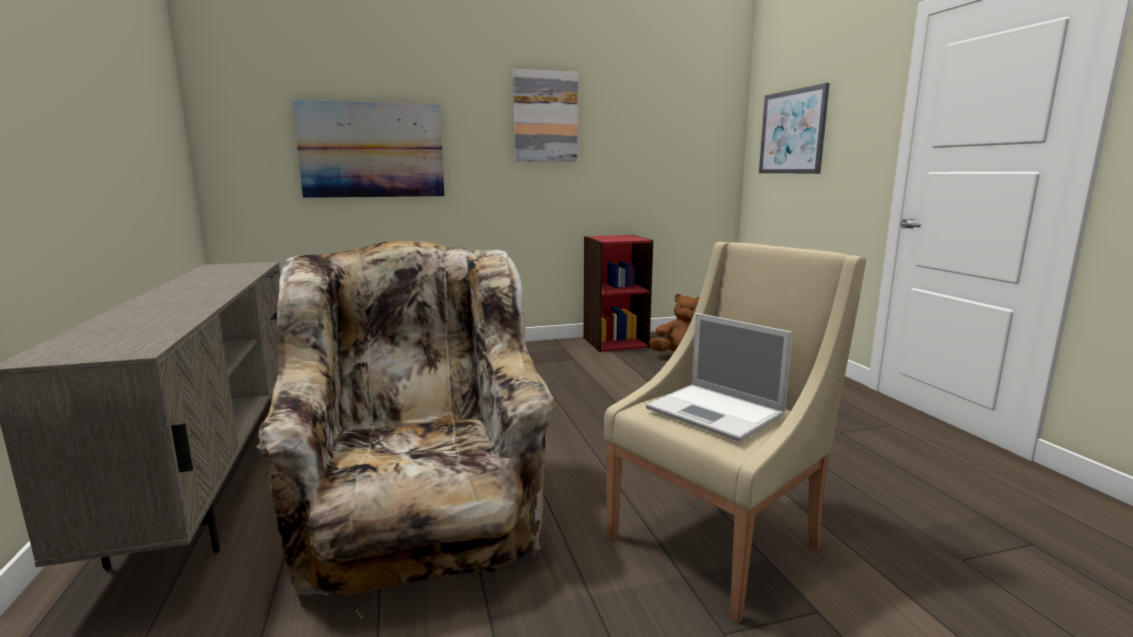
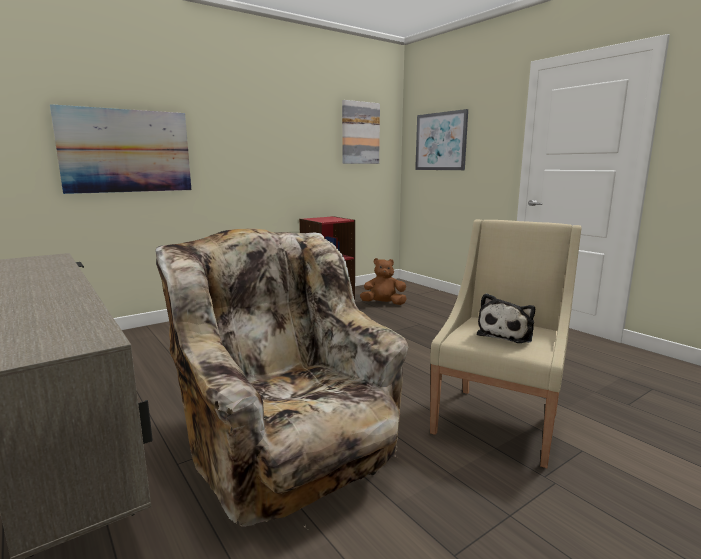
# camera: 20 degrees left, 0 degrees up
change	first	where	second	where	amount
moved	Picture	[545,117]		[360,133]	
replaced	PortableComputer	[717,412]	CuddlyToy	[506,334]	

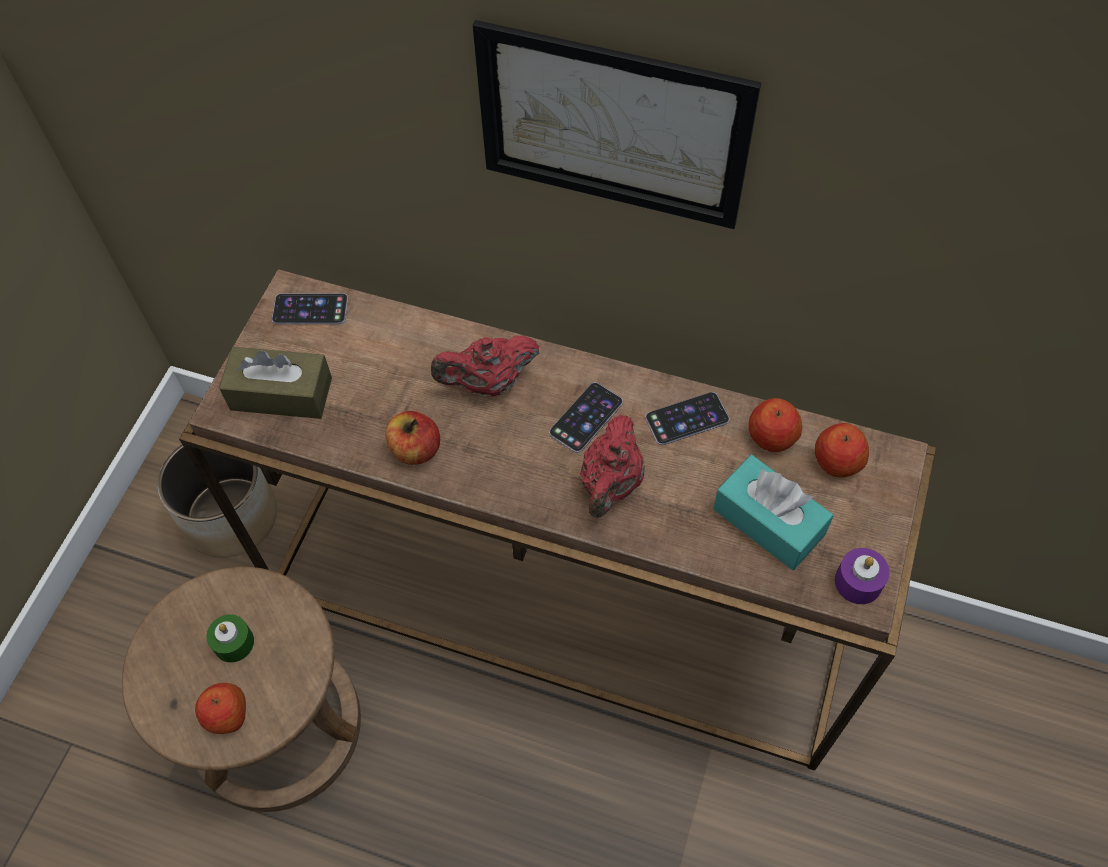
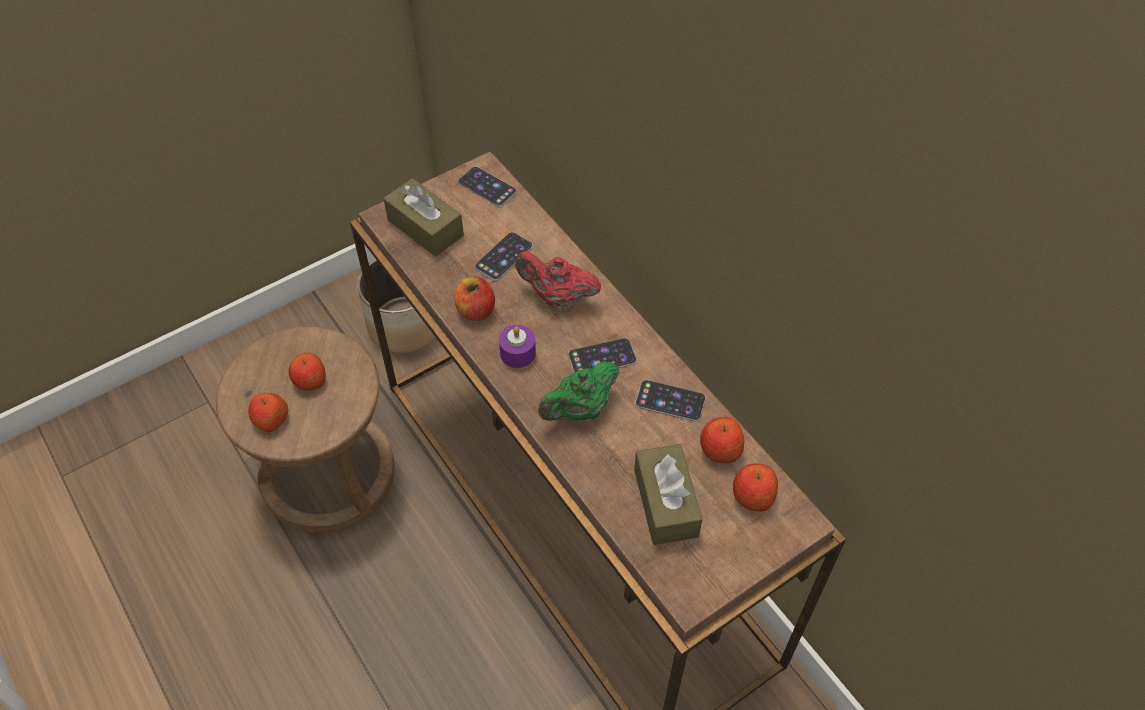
# camera: 35 degrees right, 5 degrees down
change	first	where	second	where	amount
replaced	GreenishWaxLight	[234,643]	Apple	[310,380]	
removed	Picture	[612,126]			
recoloured	RedColouredTeaPot	[611,484]	GreenishTeaPot	[580,410]	
recoloured	TurquoiseColouredTissueBox	[768,522]	BrownColouredTissueBox	[665,503]	
moved	PurplishWaxLight	[858,582]		[518,353]	
added			Phone	[504,256]	

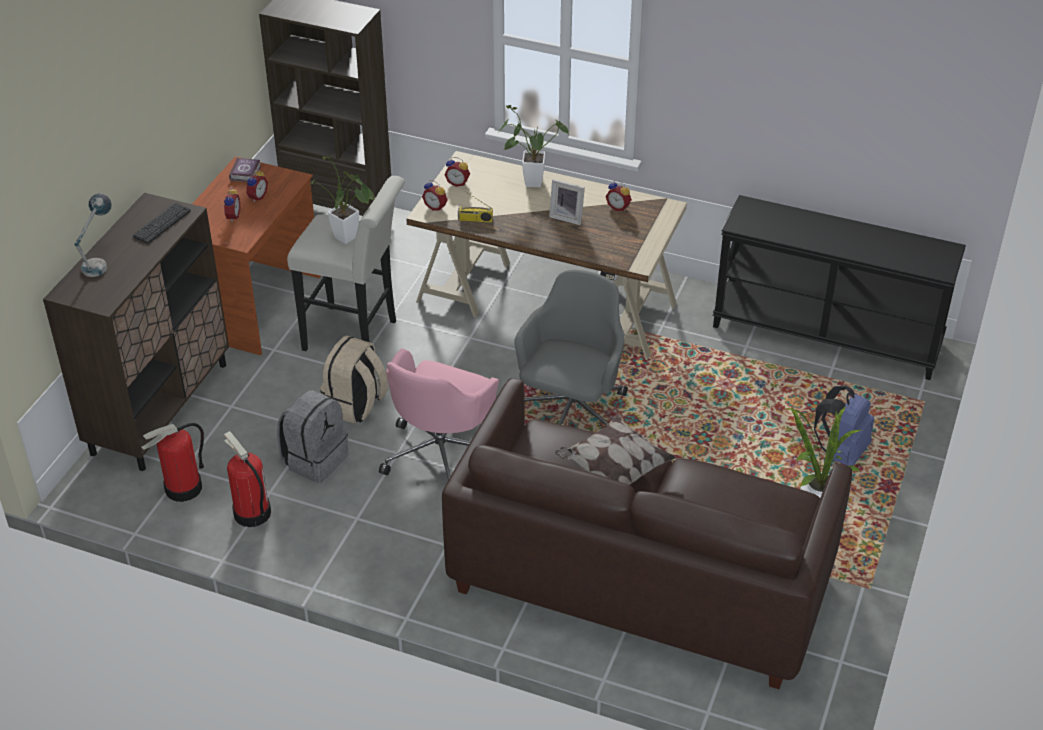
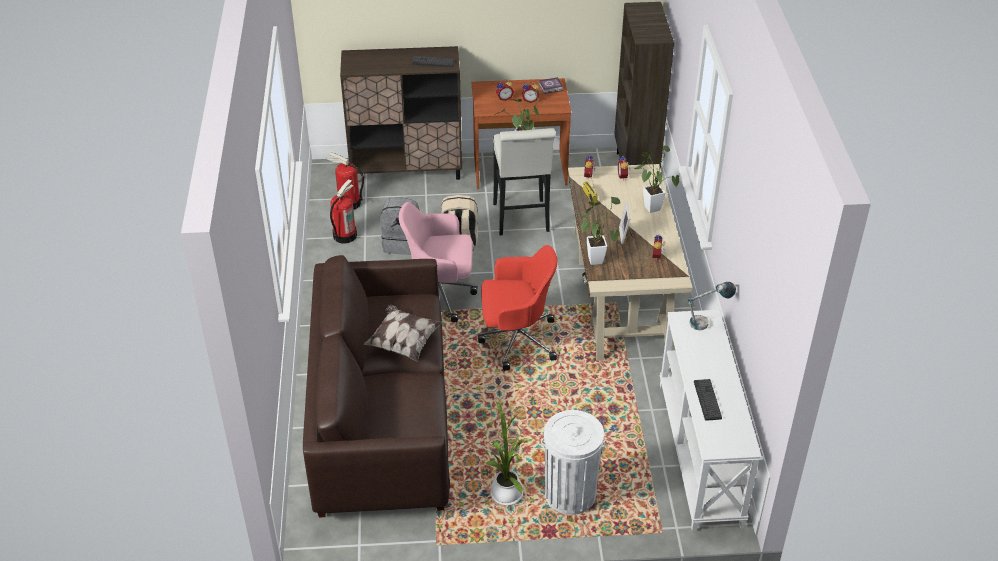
# camera: 65 degrees right, 0 degrees up
change	first	where	second	where	amount
moved	TableLamp	[100,262]		[707,323]	
recoloured	GreyDeskChair	[570,413]	RedColouredDeskChair	[516,339]	
recoloured	BlackColouredNarrowTable	[827,334]	WhitishNarrowTable	[701,453]	
replaced	BlueBackpack	[841,452]	WhitishTrashCan	[570,494]	
added			PottedPlant	[595,258]	
added			PcKeyboard	[707,400]	

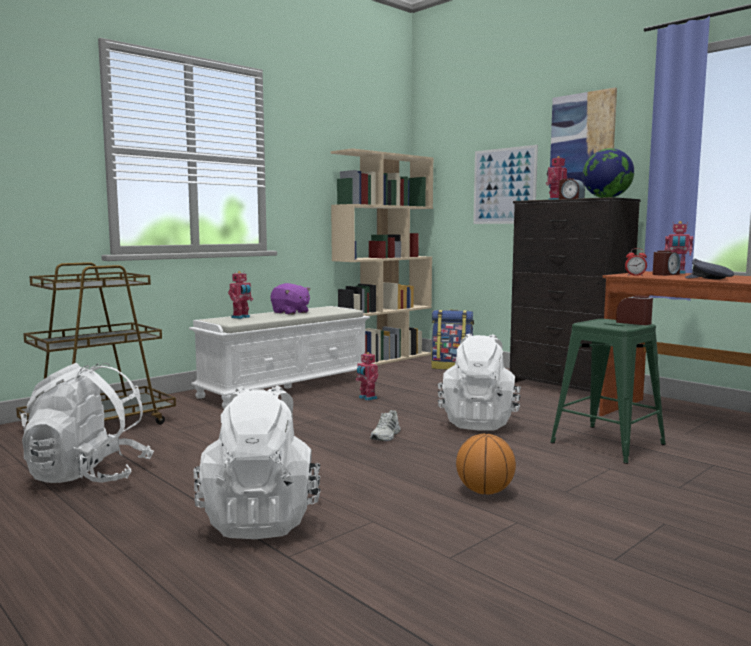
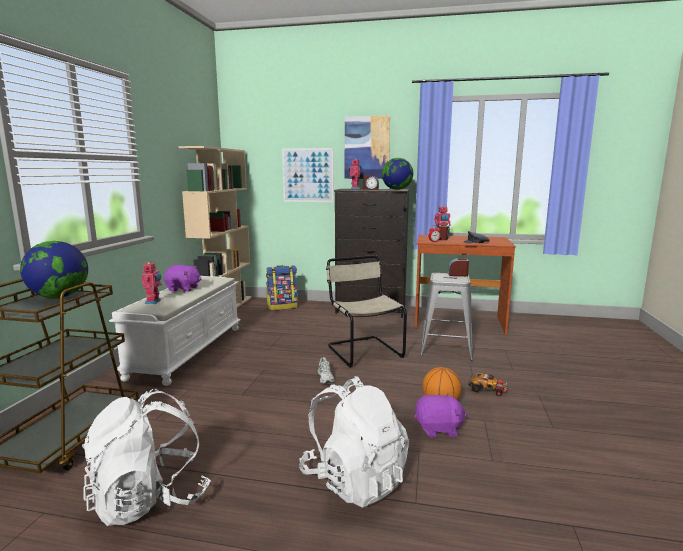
# camera: 35 degrees left, 5 degrees up
change	first	where	second	where	amount
removed	ToyRobot	[367,398]			
replaced	WhitishBackpack	[478,423]	BeigeColouredUprightChair	[363,351]	
recoloured	GreenishStoolSeat	[608,443]	GreyStoolSeat	[446,348]	
added			Globe	[59,297]	
added			PurplishCuddlyToy	[438,429]	
added			ModelCar	[487,389]	

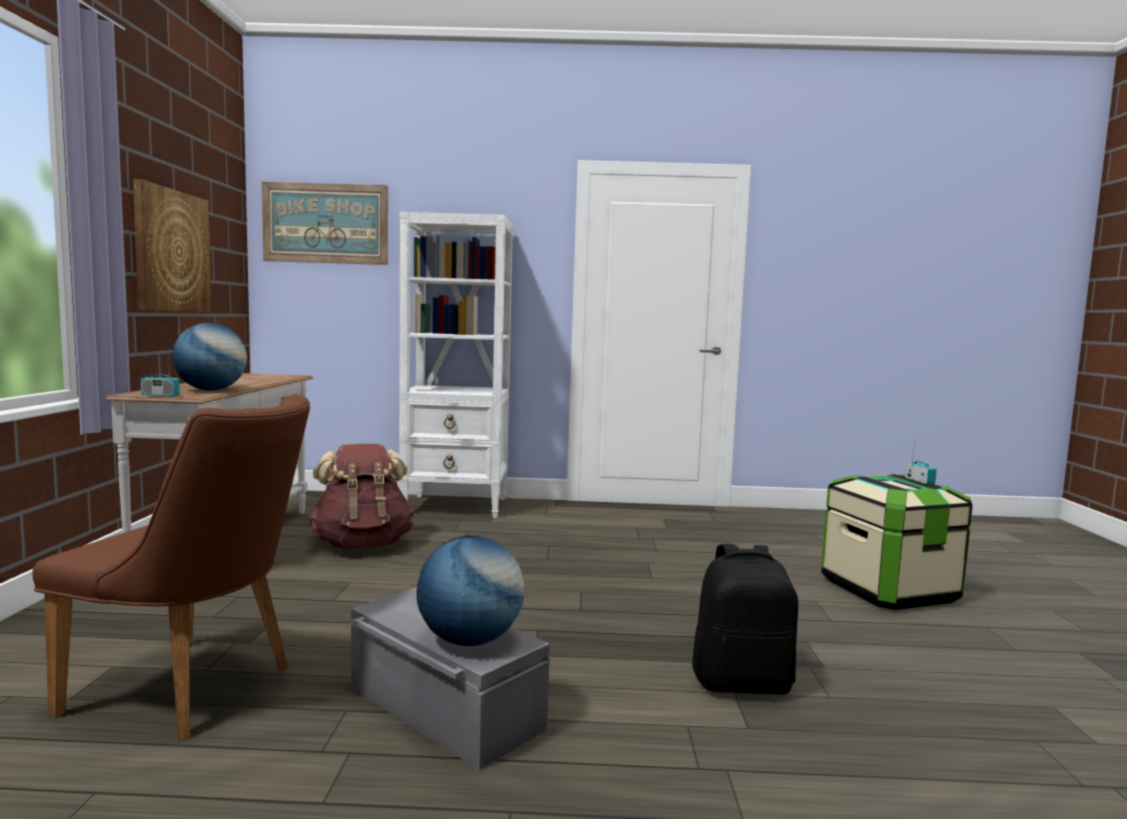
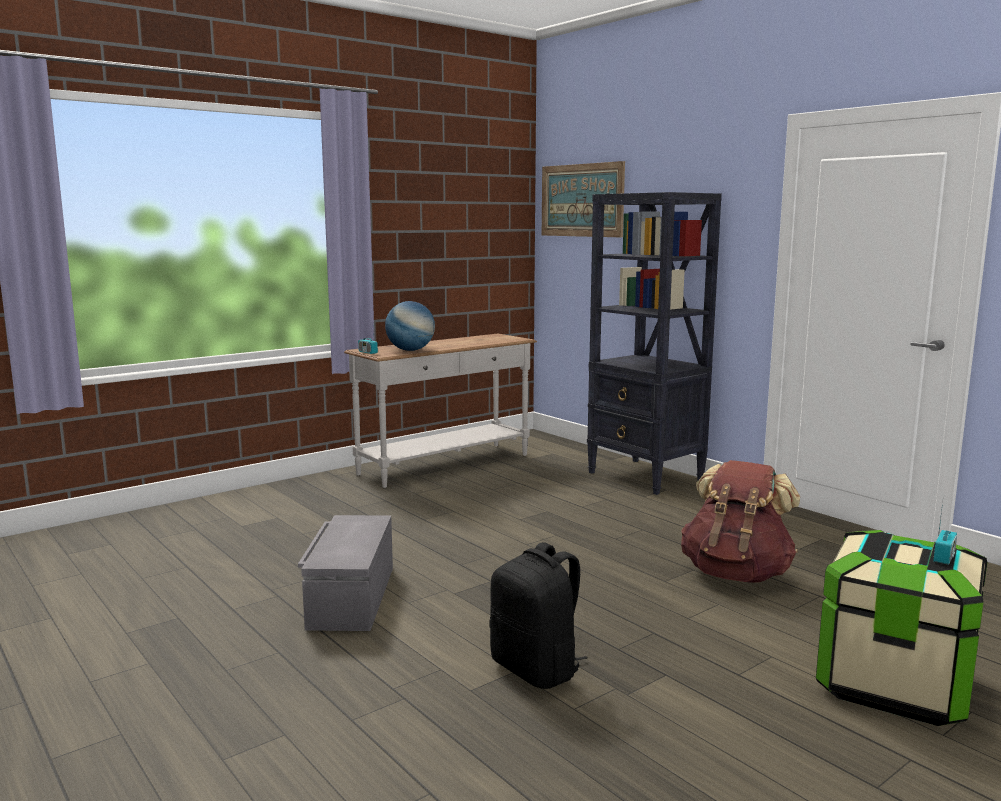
# camera: 50 degrees right, 5 degrees up
change	first	where	second	where	amount
removed	BrownColouredUprightChair	[197,691]			
removed	Picture	[171,251]			
moved	BrownColouredBackpack	[362,545]		[736,574]	
recoloured	WhitishShelvingUnit	[456,506]	BlackColouredShelvingUnit	[646,477]	
removed	Globe	[470,640]			

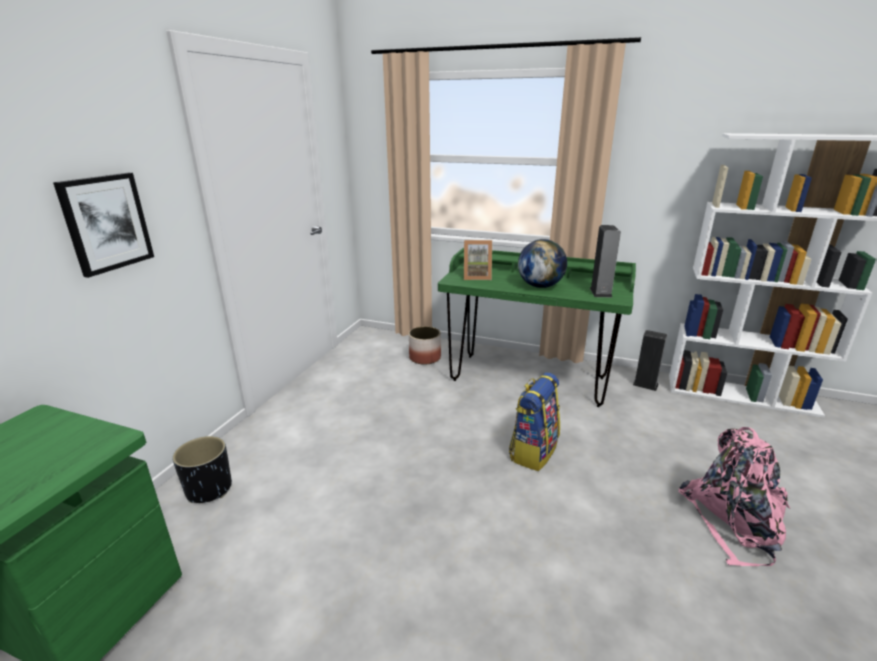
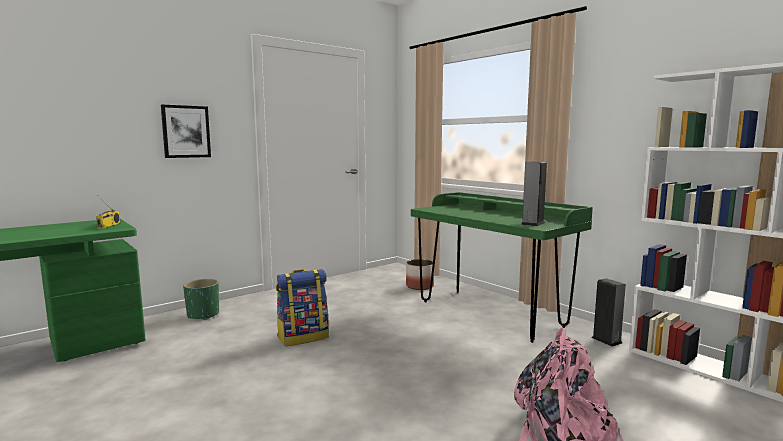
# camera: 30 degrees right, 15 degrees down
change	first	where	second	where	amount
recoloured	BlackColouredPlantPot	[209,489]	GreenishPlantPot	[203,315]	
removed	PictureFrame	[477,277]			
moved	Backpack	[533,451]		[303,337]	
removed	Globe	[540,286]			
added			RadioReceiver	[109,225]	

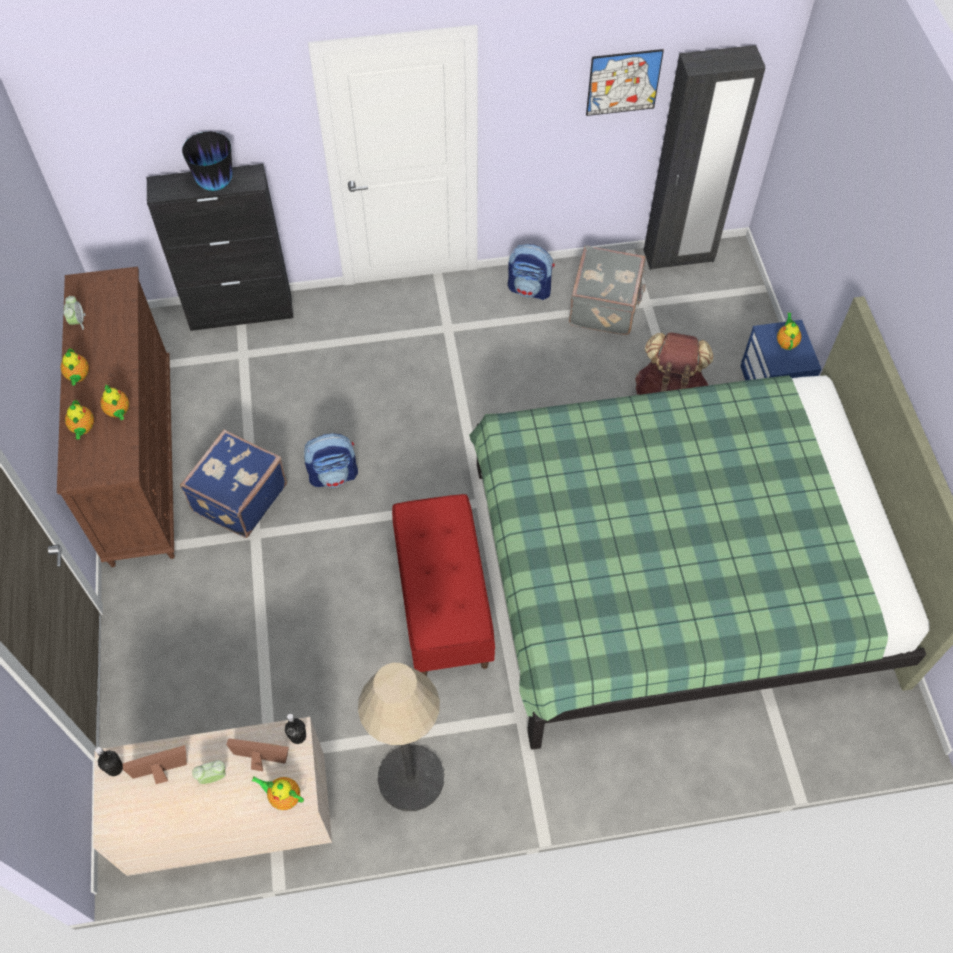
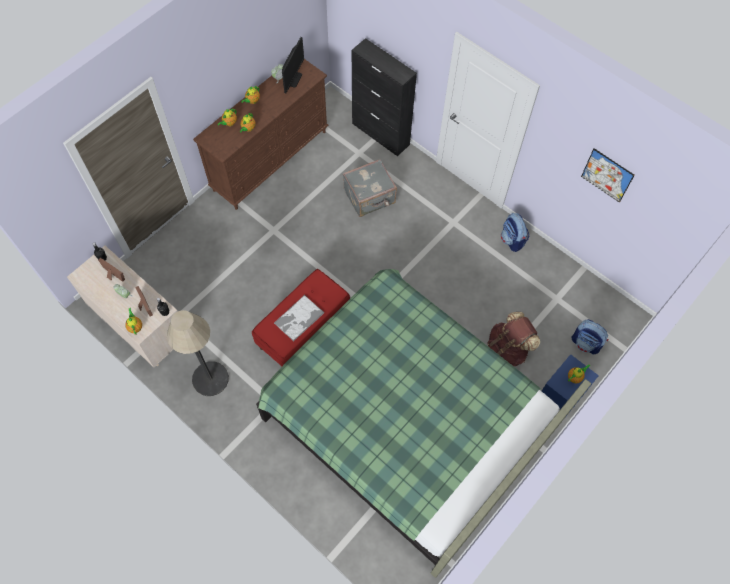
# camera: 50 degrees right, 5 degrees up
change	first	where	second	where	amount
removed	BlueSuitcase	[238,498]			
removed	FlowerVase	[215,184]			
moved	Backpack	[334,475]		[586,343]	
moved	GreySuitcase	[606,306]		[370,197]	
removed	BlackColouredClothesCupboard	[678,256]			
added			Tray	[298,318]	
added			ComputerScreen	[293,79]	

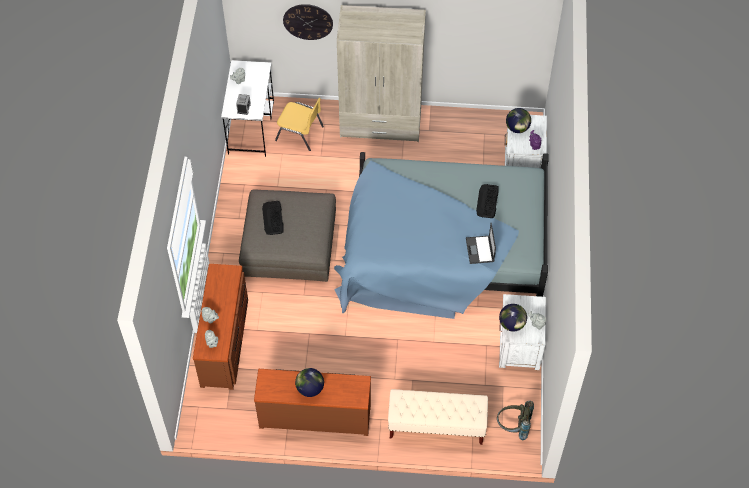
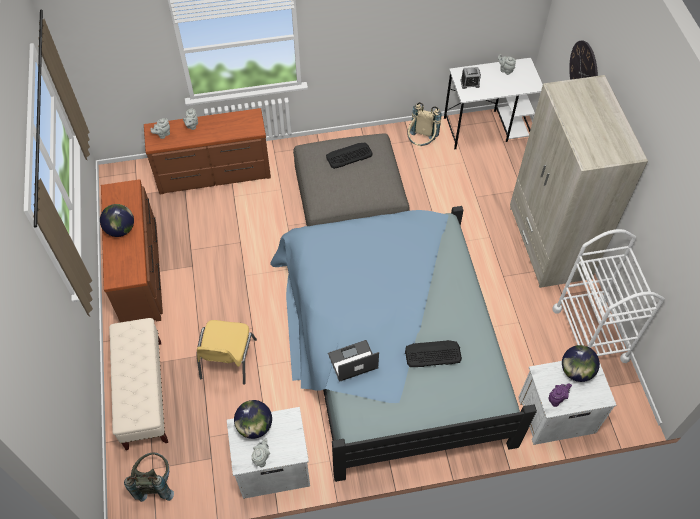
# camera: 75 degrees right, 0 degrees up
change	first	where	second	where	amount
moved	YellowUprightChair	[300,133]		[227,359]	
added			BeigeColouredBackpack	[421,143]	
added			WhitishWheeledCart	[590,334]	

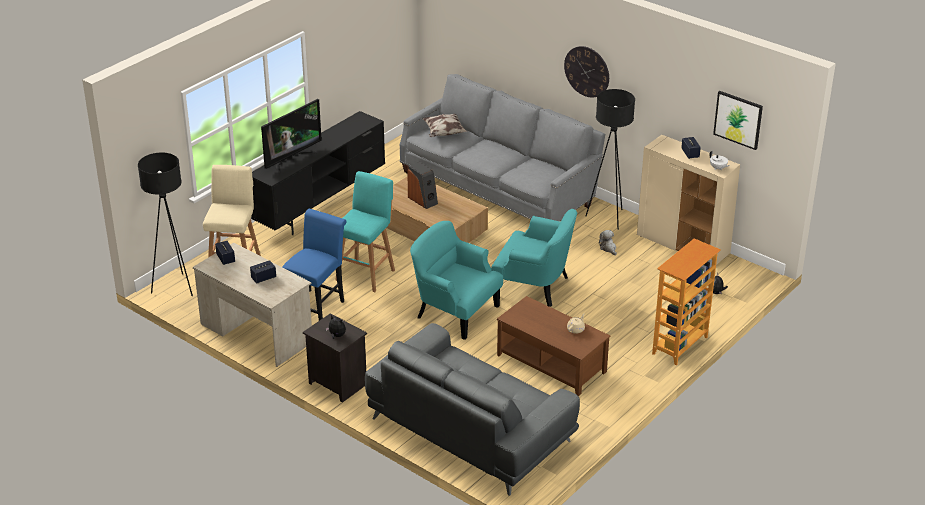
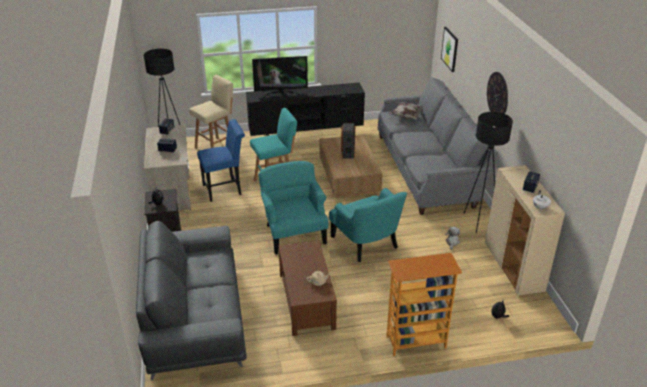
# camera: 40 degrees right, 0 degrees up
change	first	where	second	where	amount
moved	Picture	[738,119]		[450,49]	

